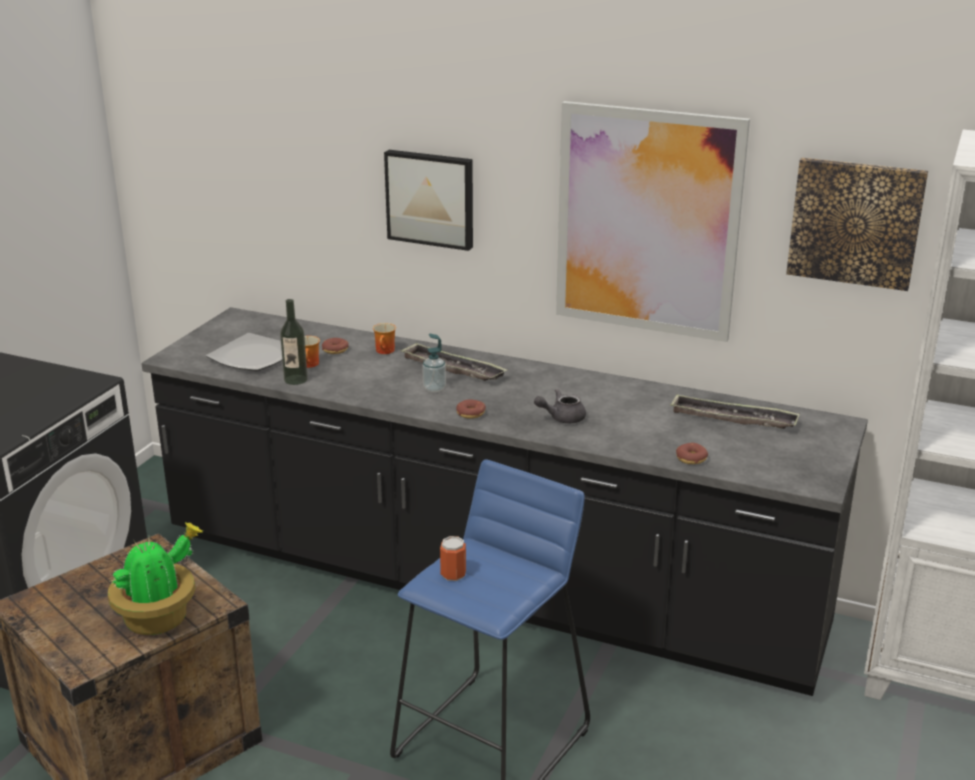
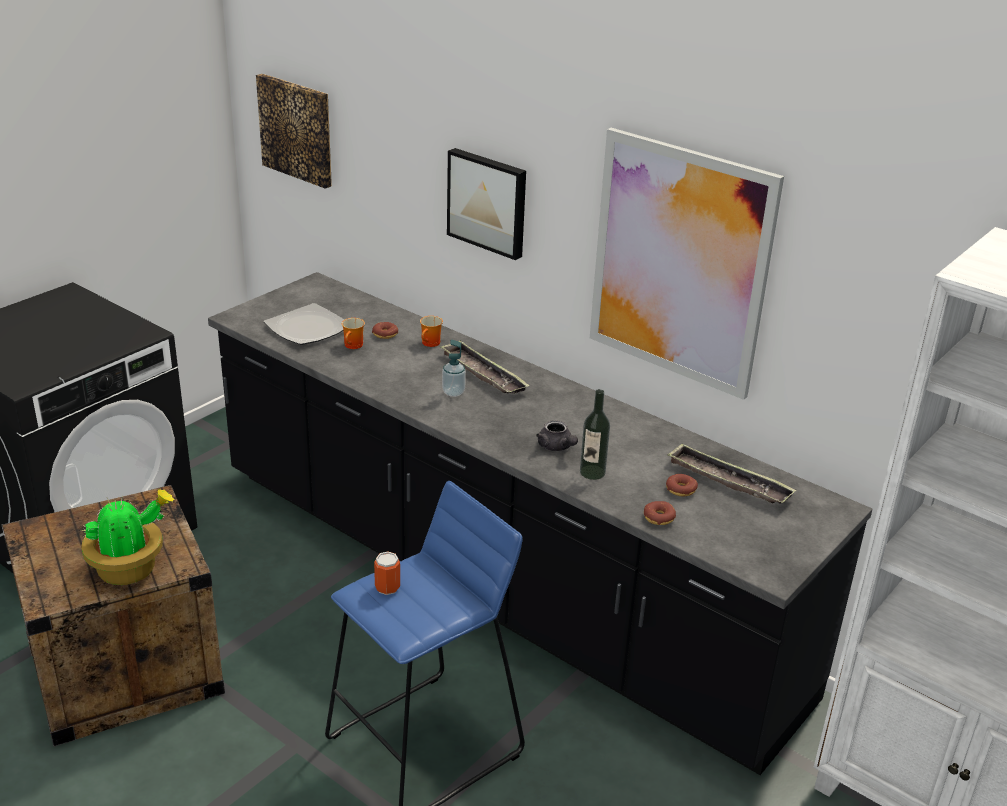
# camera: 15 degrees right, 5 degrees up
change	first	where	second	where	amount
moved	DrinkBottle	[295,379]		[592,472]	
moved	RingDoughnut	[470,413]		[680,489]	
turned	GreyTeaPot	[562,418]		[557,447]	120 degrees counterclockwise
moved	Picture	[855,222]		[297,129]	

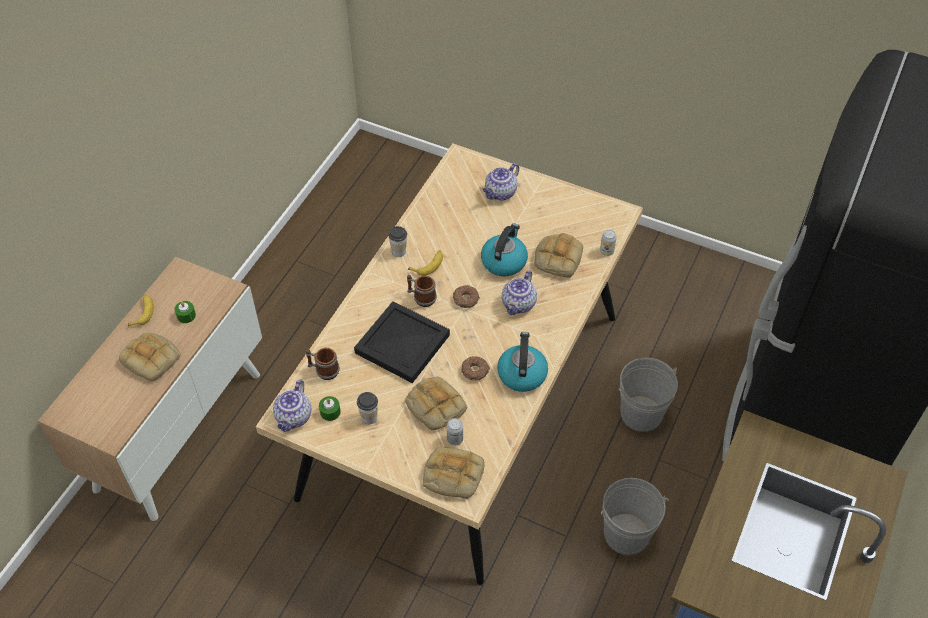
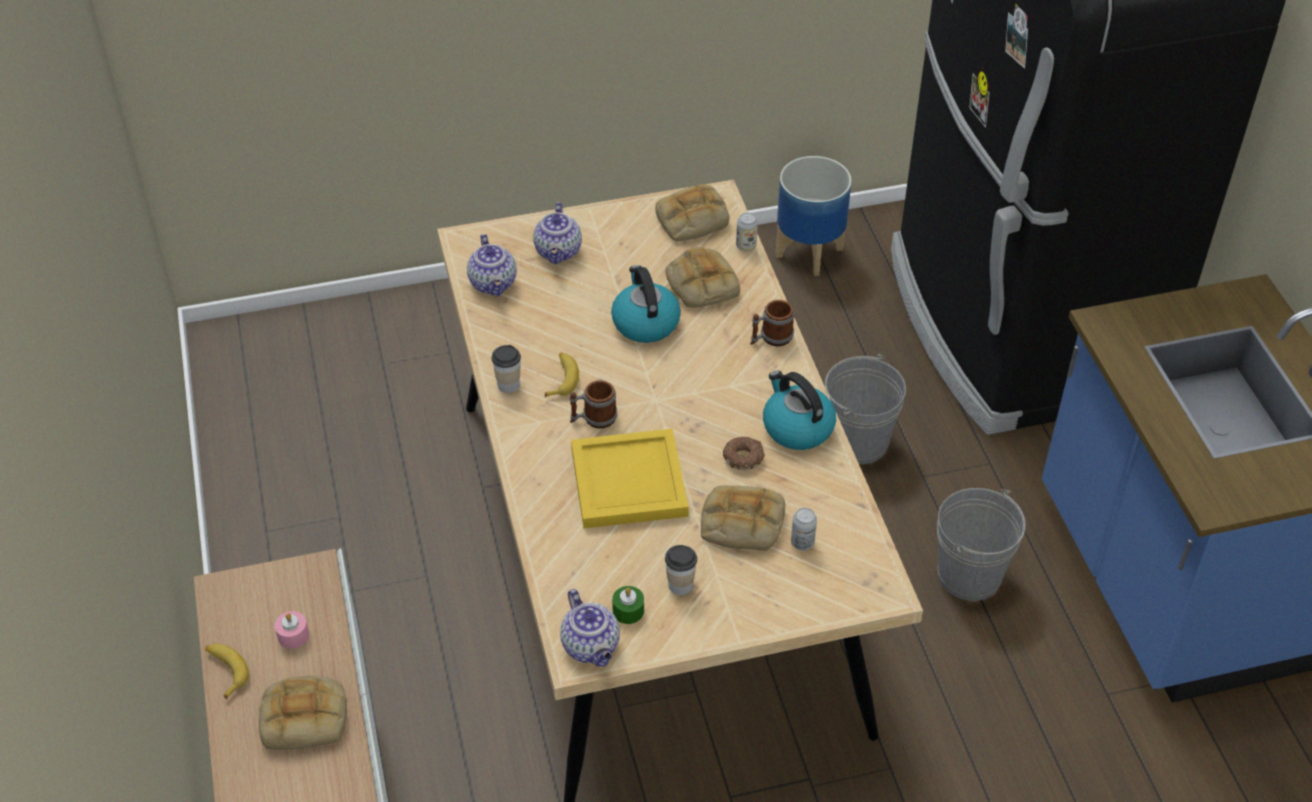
# camera: 40 degrees left, 5 degrees down
change	first	where	second	where	amount
recoloured	GreenishWaxLight	[186,315]	PinkishWaxLight	[293,635]	
moved	Mug	[323,370]		[771,338]	
recoloured	BlackColouredTray	[404,343]	YellowTray	[630,480]	
moved	Bread	[452,476]		[691,220]	
removed	RingDoughnut	[466,300]			
moved	TeaPot	[518,305]		[494,284]	
added			PlantPot	[808,252]	

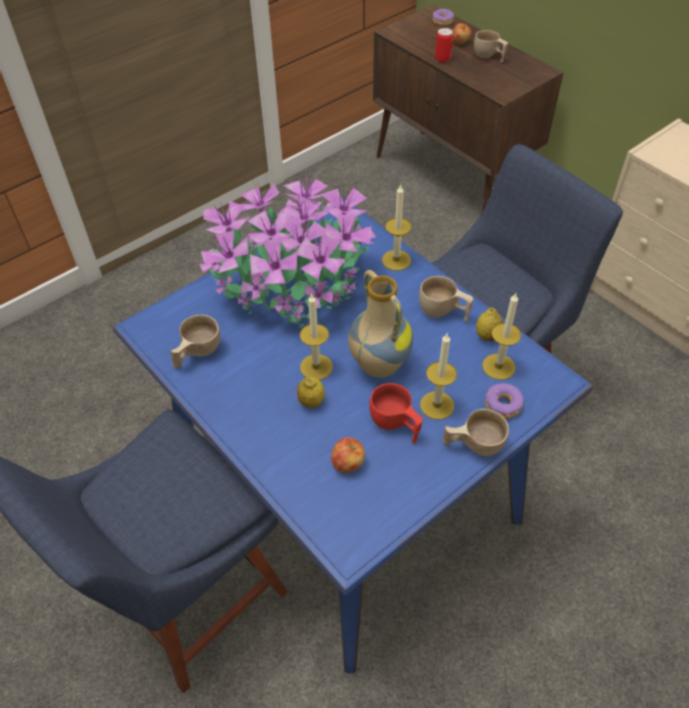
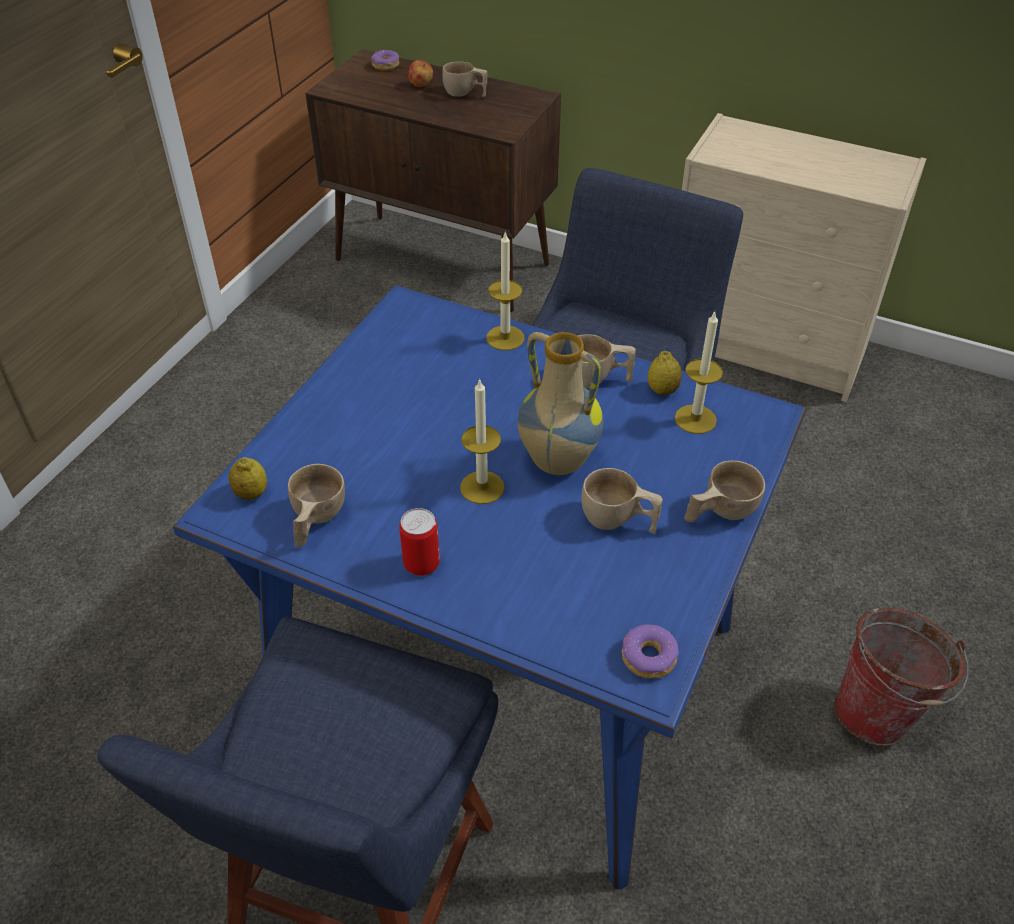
# camera: 25 degrees left, 5 degrees down
change	first	where	second	where	amount
removed	PottedPlant	[295,286]			
moved	CitrusFruit	[311,401]		[251,493]	
removed	Apple	[348,464]			
recoloured	RedColouredDrinkingCup	[395,425]	BeigeColouredDrinkingCup	[618,521]	
removed	WaxLight	[437,405]			
moved	Can	[442,59]		[421,564]	
moved	RingDoughnut	[503,405]		[649,658]	
added			Bucket	[882,711]	

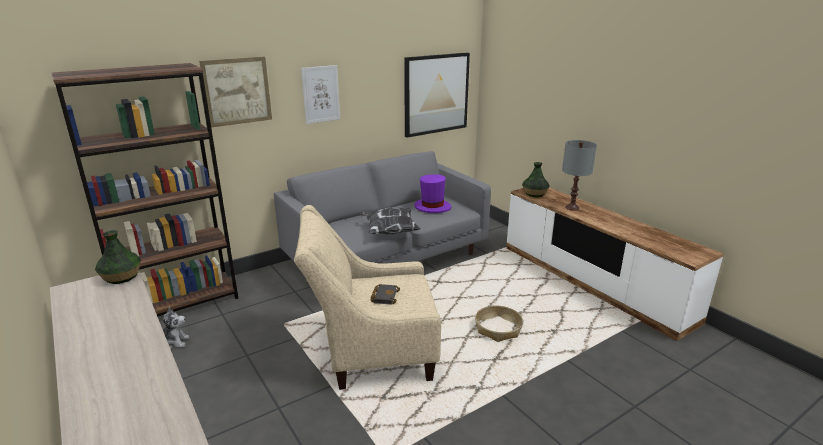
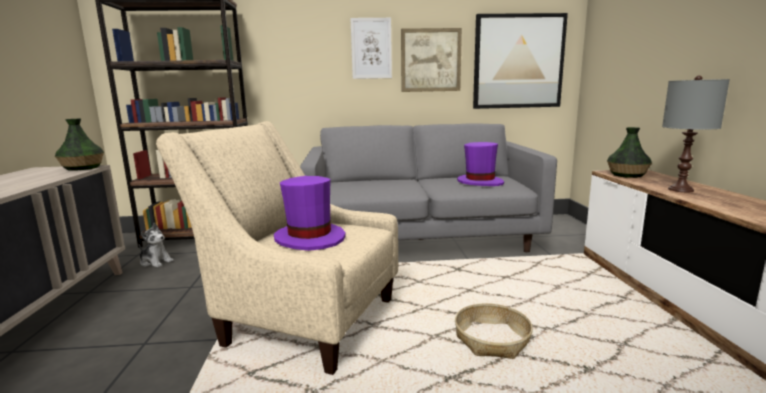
# camera: 30 degrees right, 10 degrees down
change	first	where	second	where	amount
moved	Picture	[237,91]		[430,60]	
removed	Pillow	[389,231]			
replaced	BlackColouredBoundBook	[384,296]	PurplishWearableHat	[310,238]	

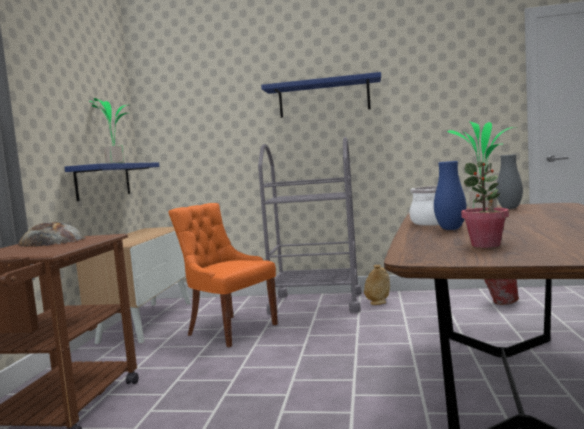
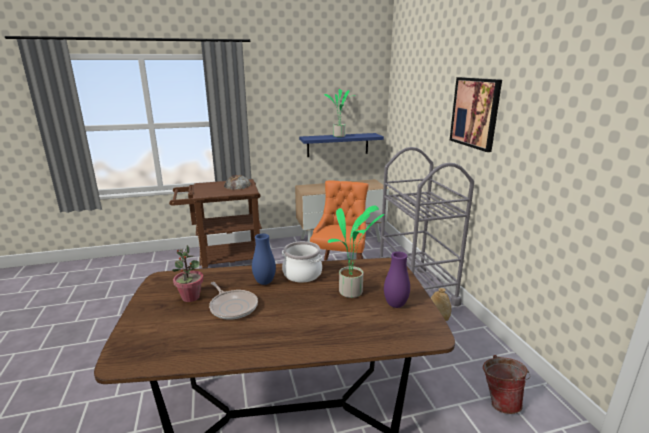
# camera: 65 degrees right, 15 degrees up
change	first	where	second	where	amount
replaced	BlueBracketShelf	[324,98]	Picture	[475,113]	
recoloured	GreyFlowerVase	[509,208]	PurplishFlowerVase	[395,305]	
added			Skillet	[233,307]	

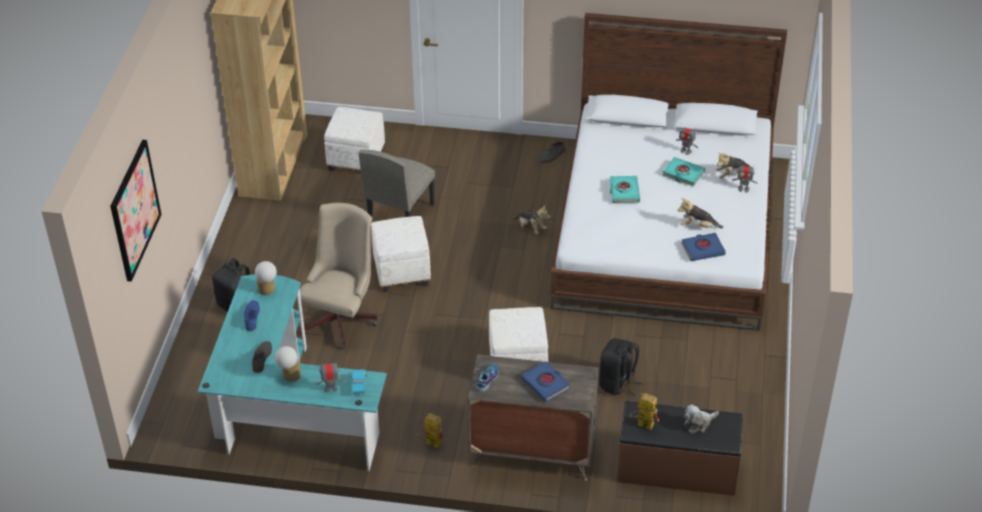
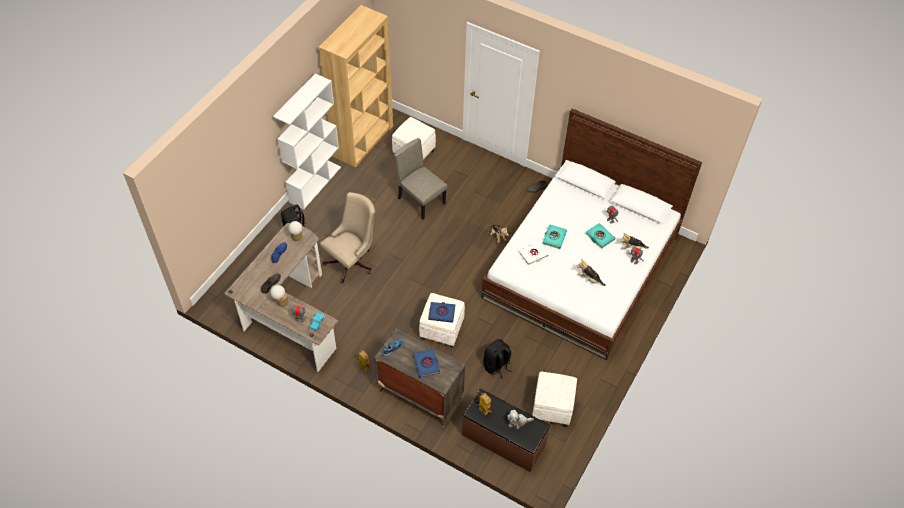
# camera: 20 degrees right, 10 degrees up
change	first	where	second	where	amount
removed	Picture	[134,210]			
recoloured	TurquoiseColouredDeskUnit	[284,412]	BrownColouredDeskUnit	[288,314]	
turned	BeigeColouredUprightChair	[400,215]		[421,201]	90 degrees clockwise
moved	WhitishOttoman	[401,271]		[551,407]	
moved	BlueBoundBook	[703,249]		[442,313]	
added			WhitishShelvingUnit	[315,184]	
added			WhitishBoundBook	[533,254]	

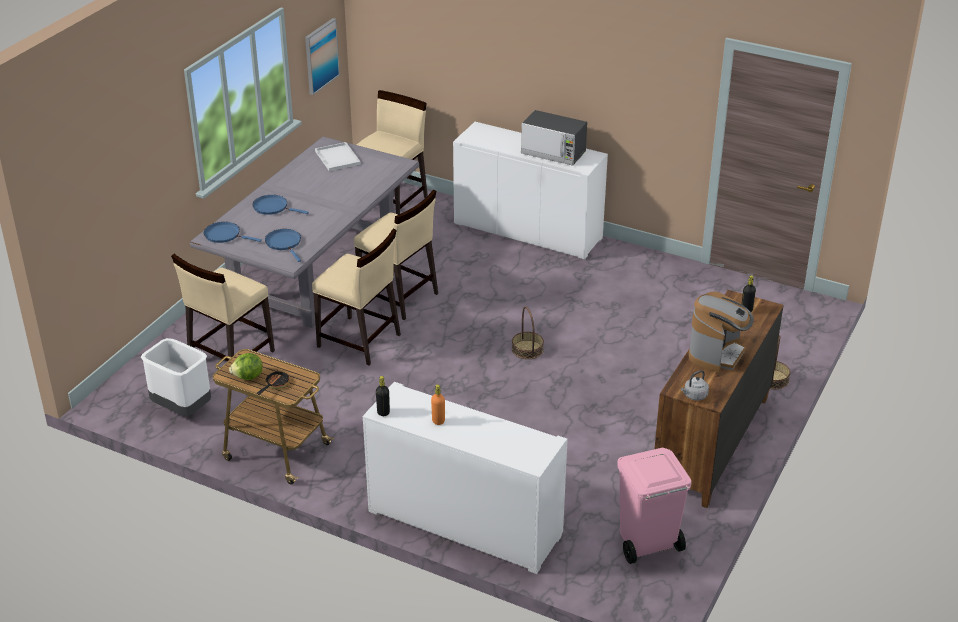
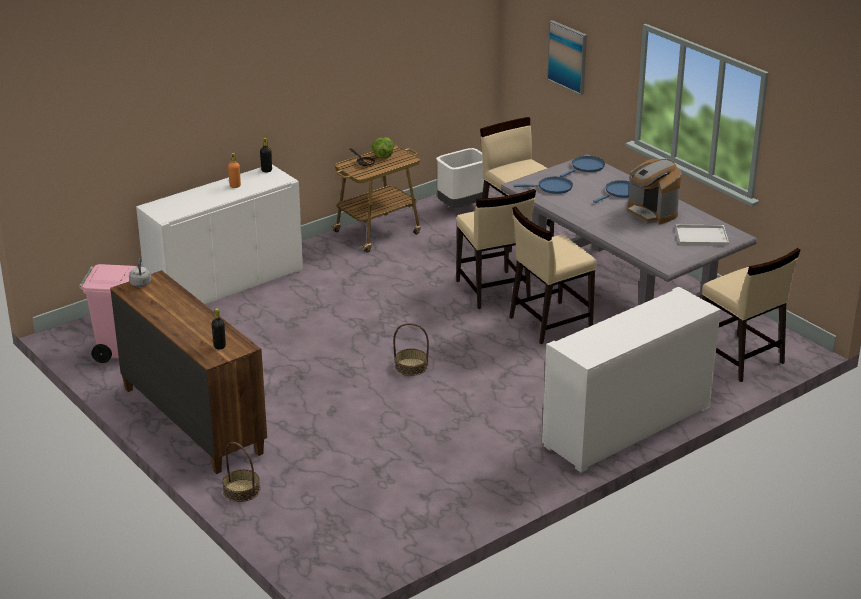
# camera: 115 degrees right, 5 degrees down
change	first	where	second	where	amount
moved	Picture	[321,56]		[568,57]	
turned	BeigeColouredUprightChair	[359,341]		[492,290]	75 degrees counterclockwise
removed	MicrowaveOven	[553,153]			
moved	CoffeeMaker	[717,354]		[651,213]	

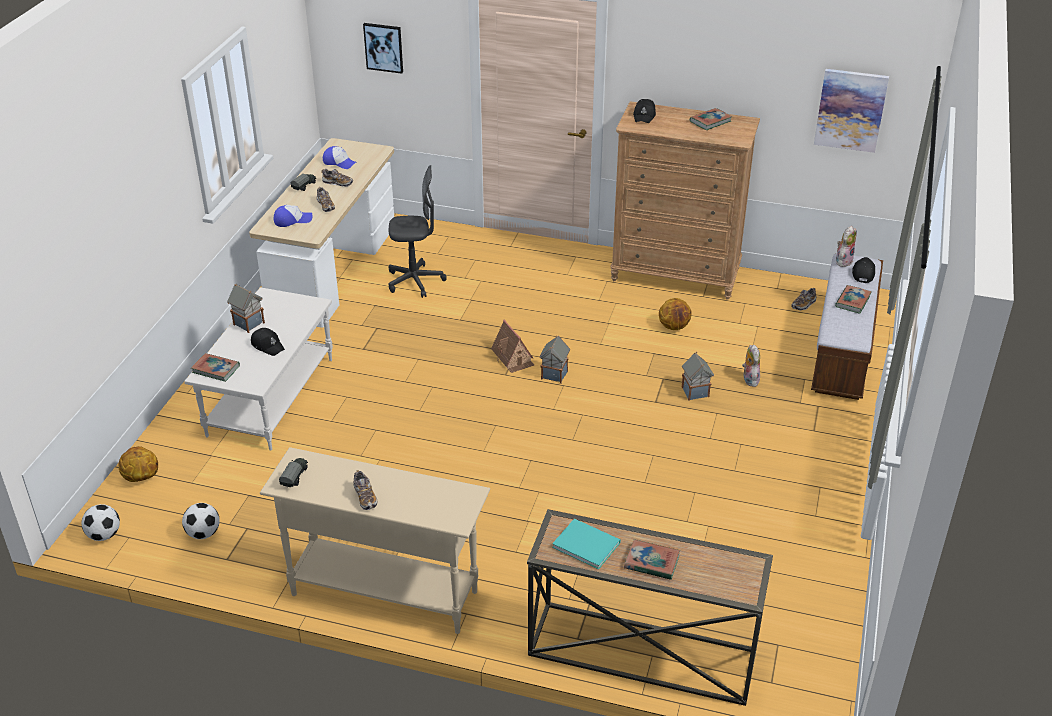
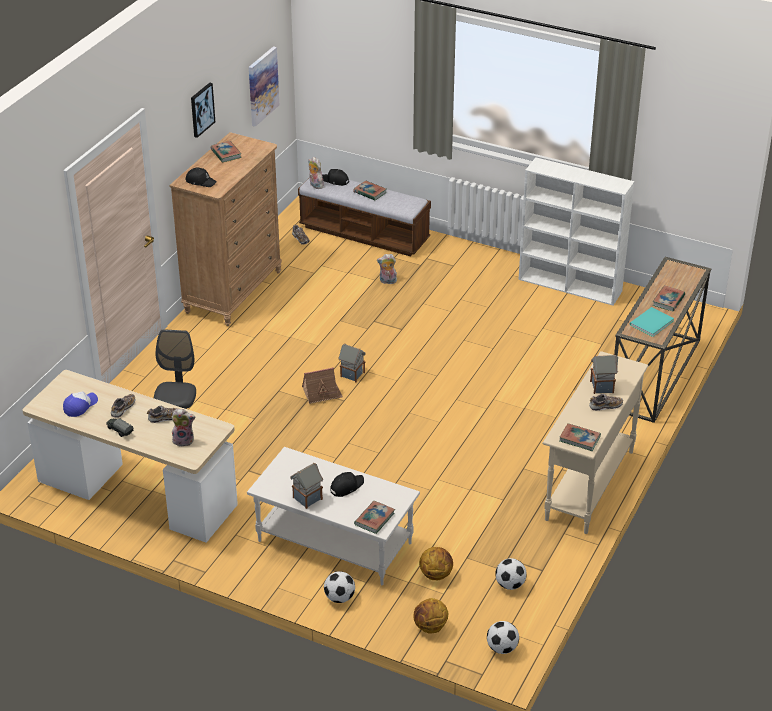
# camera: 80 degrees left, 0 degrees up
change	first	where	second	where	amount
replaced	Cap	[292,220]	CuddlyToy	[184,440]	
replaced	ToyLorry	[295,477]	BoundBook	[579,439]	
moved	Picture	[384,47]		[201,109]	
moved	BasketballBall	[674,327]		[436,574]	
moved	MiniatureHouse	[695,392]		[602,386]	
added			BallForFootball	[339,598]	
added			WhitishShelvingUnit	[571,285]	

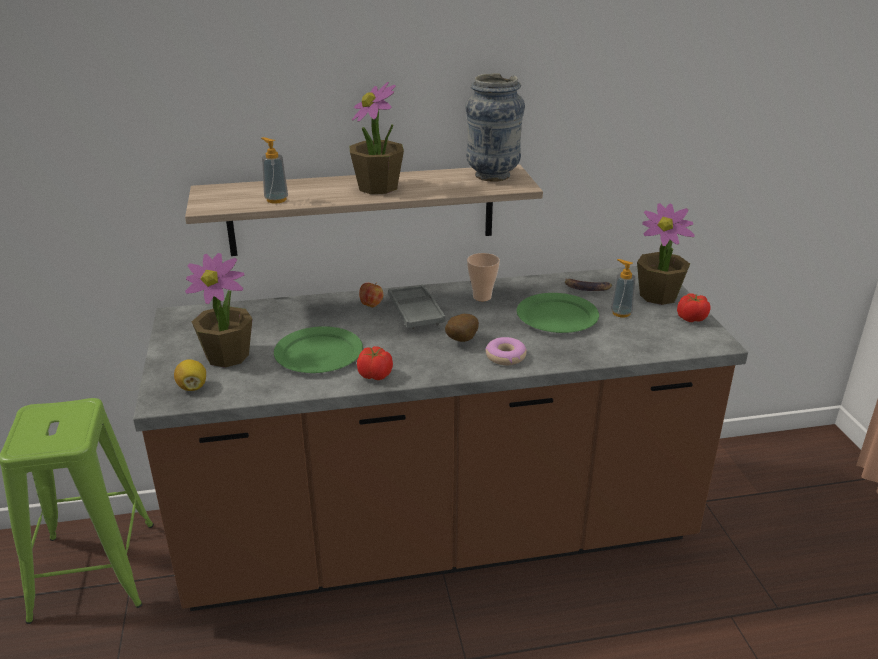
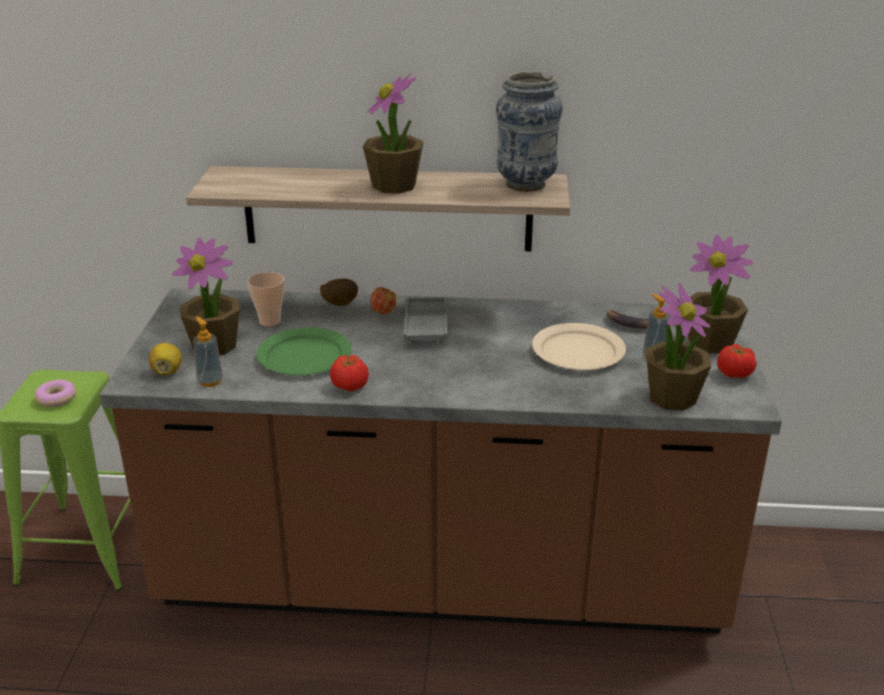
# camera: 15 degrees right, 0 degrees up
change	first	where	second	where	amount
moved	SoapDispenser	[276,200]		[210,381]	
moved	Spud	[460,341]		[338,305]	
moved	DrinkingCup	[482,297]		[270,321]	
moved	RingDoughnut	[505,357]		[56,399]	
recoloured	GreenishFlatDish	[557,317]	BeigeColouredFlatDish	[577,351]	
added			PottedPlant	[672,397]	

